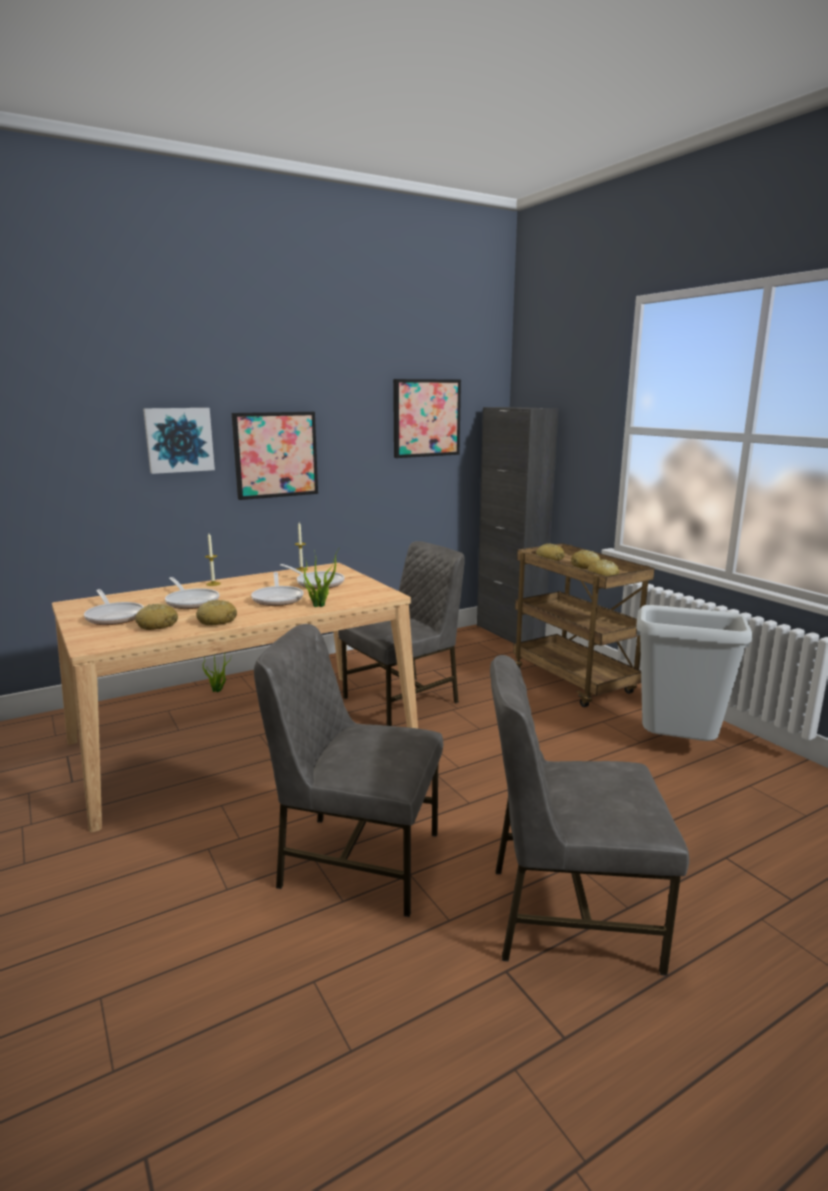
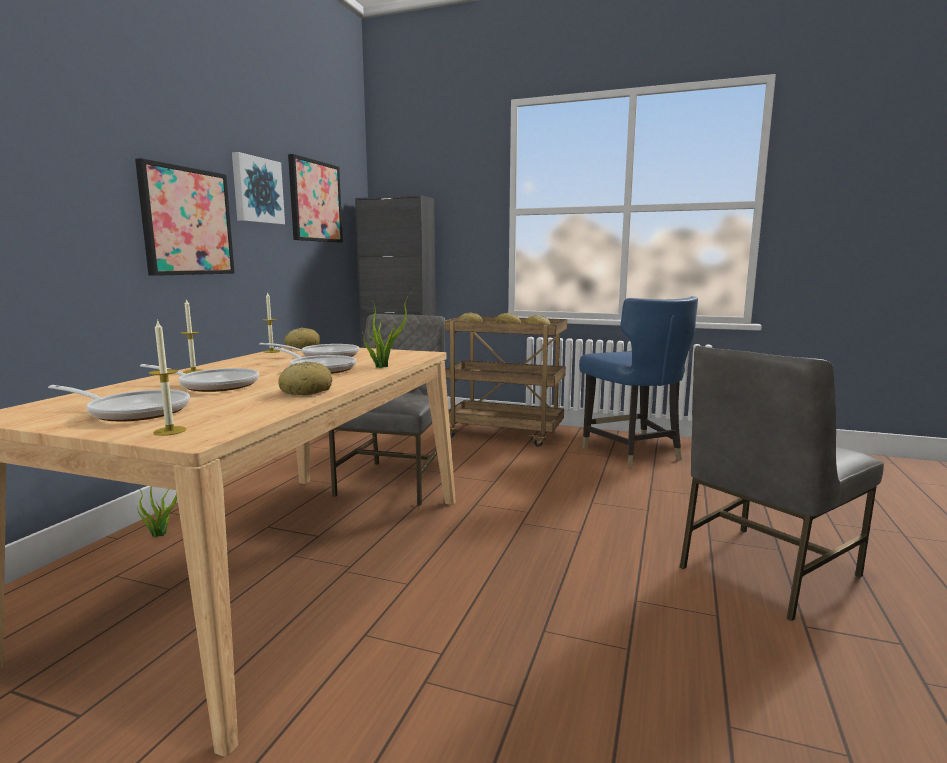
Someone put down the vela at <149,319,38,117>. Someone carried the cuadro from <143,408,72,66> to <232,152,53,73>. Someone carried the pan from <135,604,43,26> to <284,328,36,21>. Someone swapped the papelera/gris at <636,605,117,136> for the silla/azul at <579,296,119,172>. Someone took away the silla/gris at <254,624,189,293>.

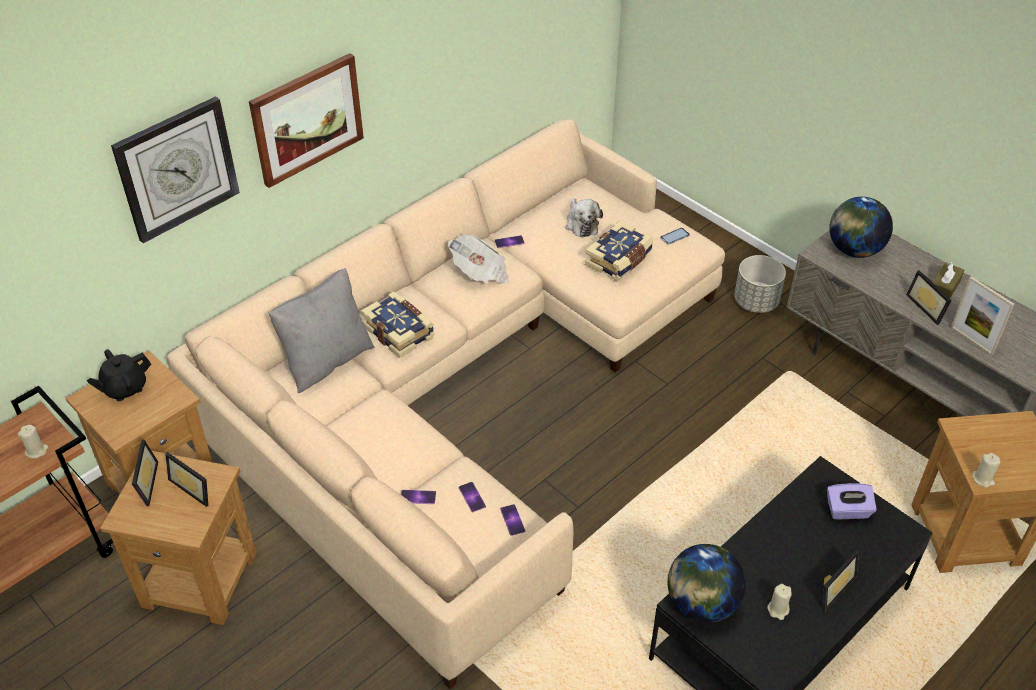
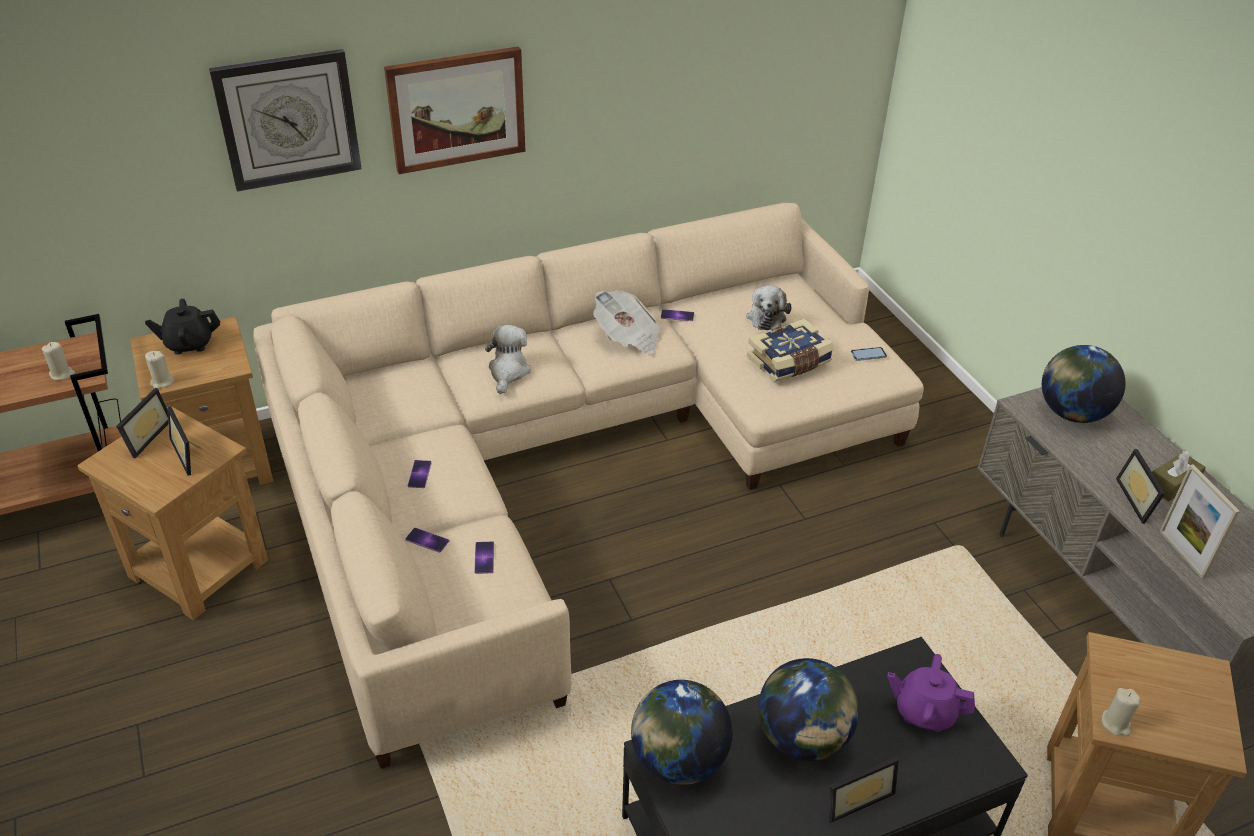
Someone carried the vela/beis from <767,584,25,36> to <145,351,29,38>. Someone carried the móvil from <500,504,25,32> to <408,460,24,28>. Someone swapped the libro at <360,291,75,67> for the peluche at <485,325,46,69>. Someone put down the globo terráqueo at <758,658,101,103>. Someone swapped the caja de pañuelos/morado at <827,483,50,36> for the tetera/morado at <887,654,88,78>. Someone took away the cojín/gris at <269,268,106,125>. Someone took away the maceta/gris at <734,255,52,58>.

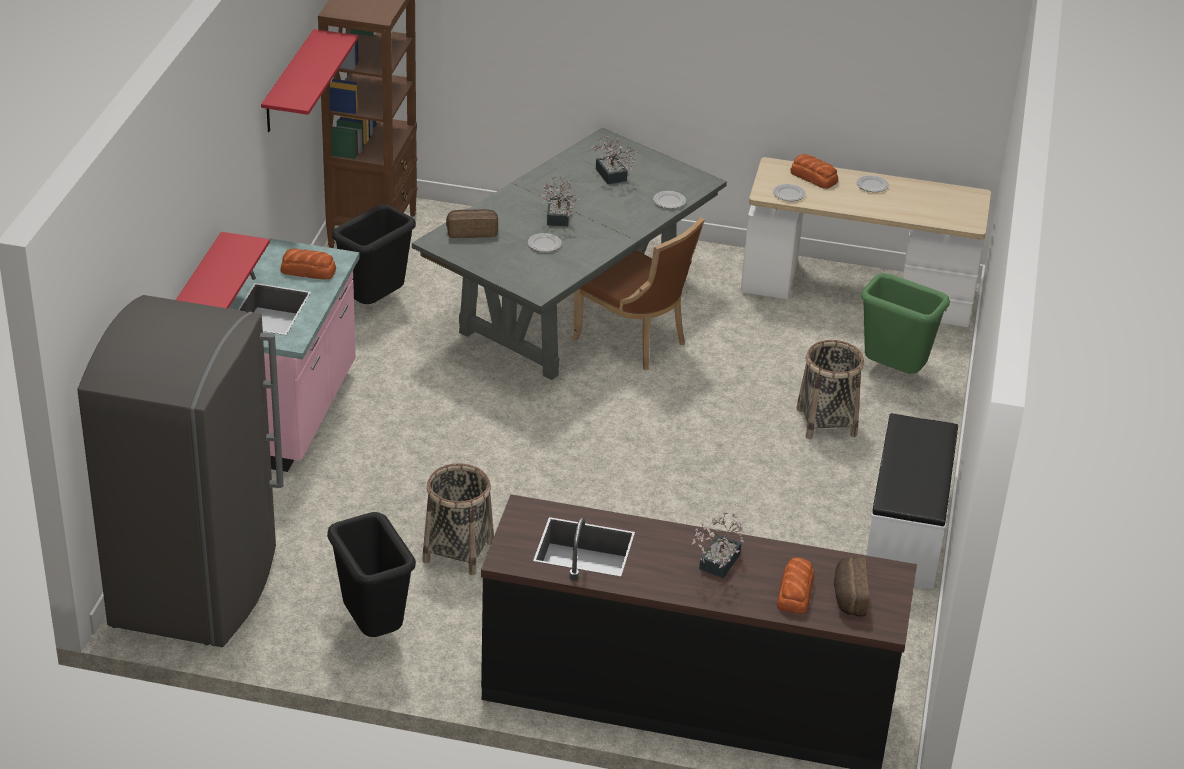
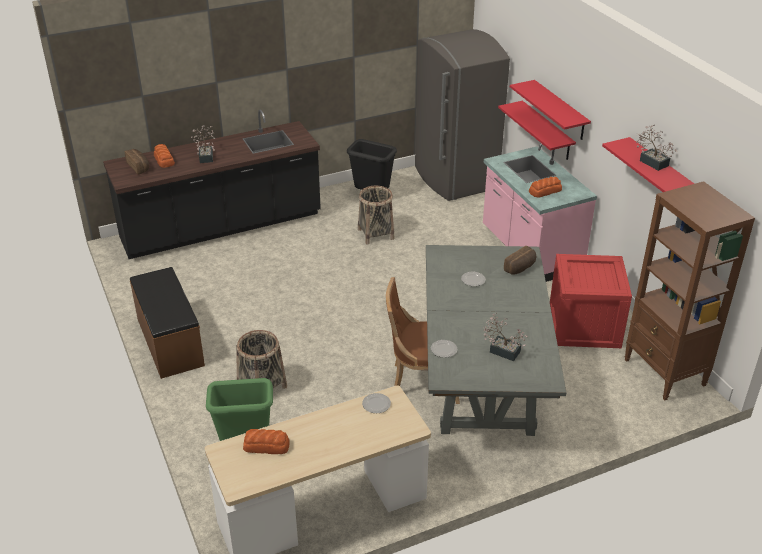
Someone repainted the banco/blanco at <866,413,92,177>, which became the banco/marrón at <130,267,75,112>. Someone carried the pan from <790,154,48,35> to <243,429,47,25>. Someone put up the estante/rojo at <510,80,81,60>. Someone swapped the papelera/negro at <332,204,84,100> for the caja de embalaje at <550,254,82,94>. Someone carried the planta en maceta from <541,176,38,50> to <636,125,41,46>. Someone took away the plato at <856,175,33,17>.

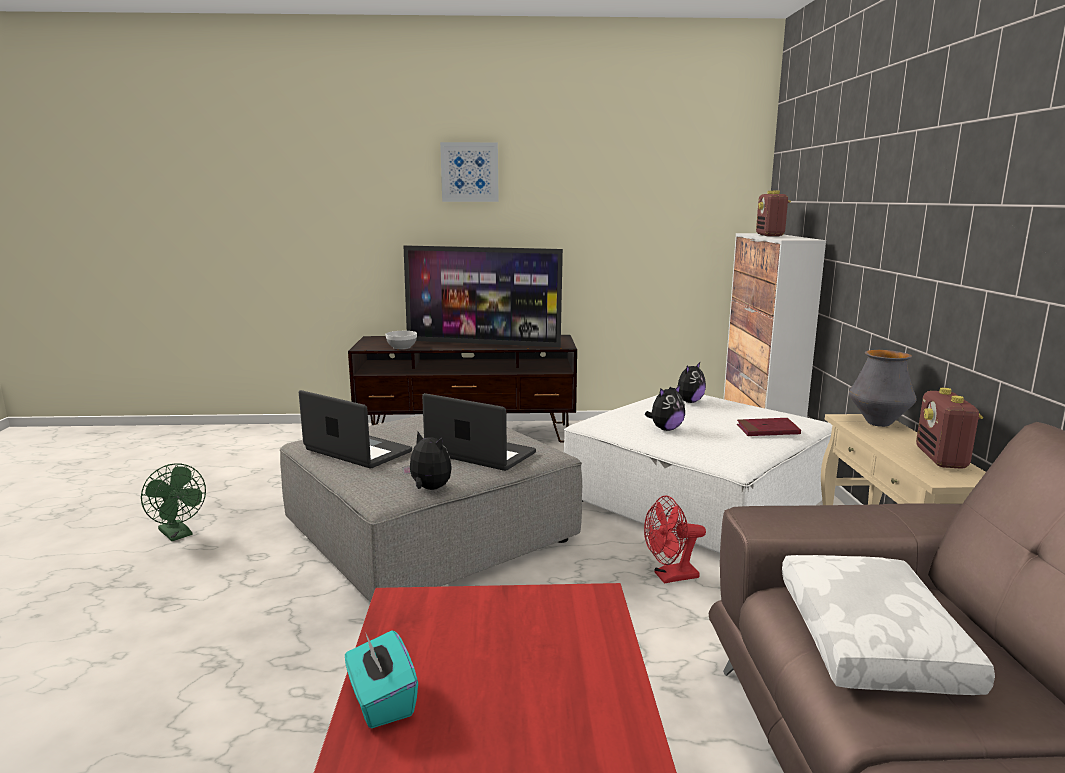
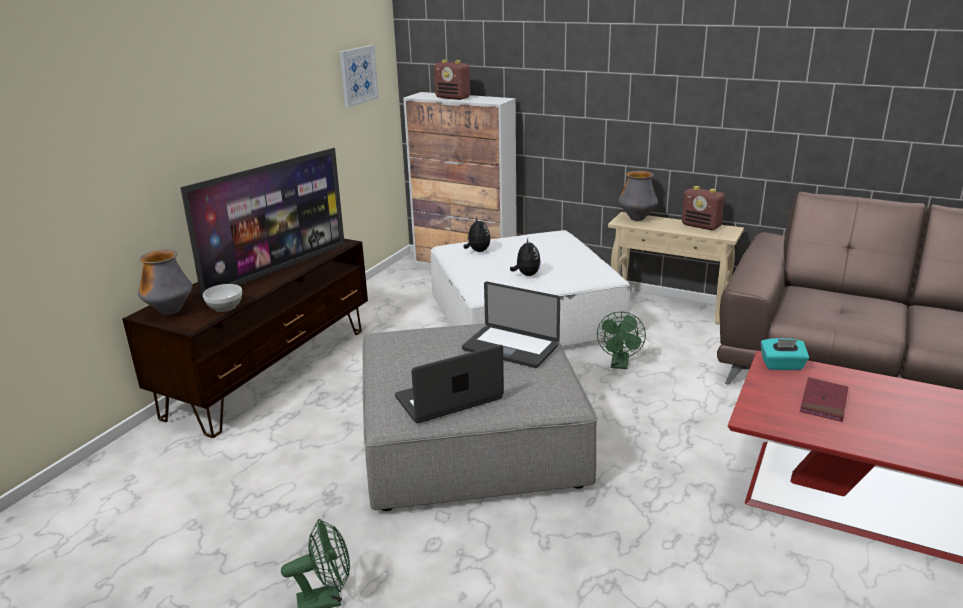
Someone put down the florero at <138,250,54,65>. Someone carried the cuadro from <440,142,59,60> to <340,45,39,63>. Someone rotated the portátil at <422,393,114,78> by 120 degrees counterclockwise. Someone repainted the ventilador/rojo at <644,495,62,89>, which became the ventilador/verde at <597,311,49,58>. Someone carried the caja de pañuelos/turquesa from <345,630,73,99> to <761,338,48,32>. Someone carried the libro/rojo from <737,418,64,18> to <800,377,48,45>. Someone took away the peluche at <402,432,50,58>. Someone took away the cojín/blanco at <782,555,213,140>.

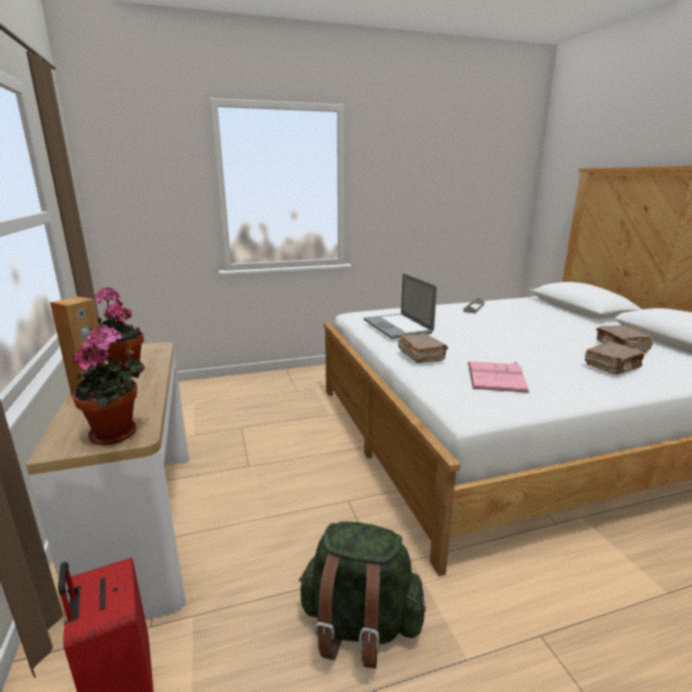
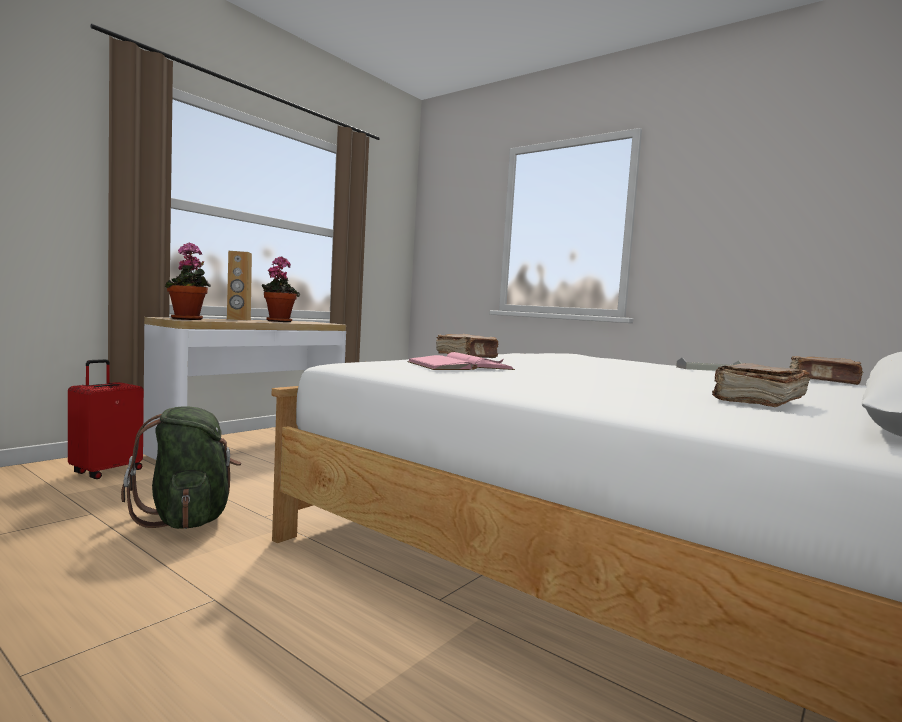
Someone carried the libro/marrón from <585,342,59,32> to <790,356,74,29>. Someone took away the portátil at <364,273,73,66>.

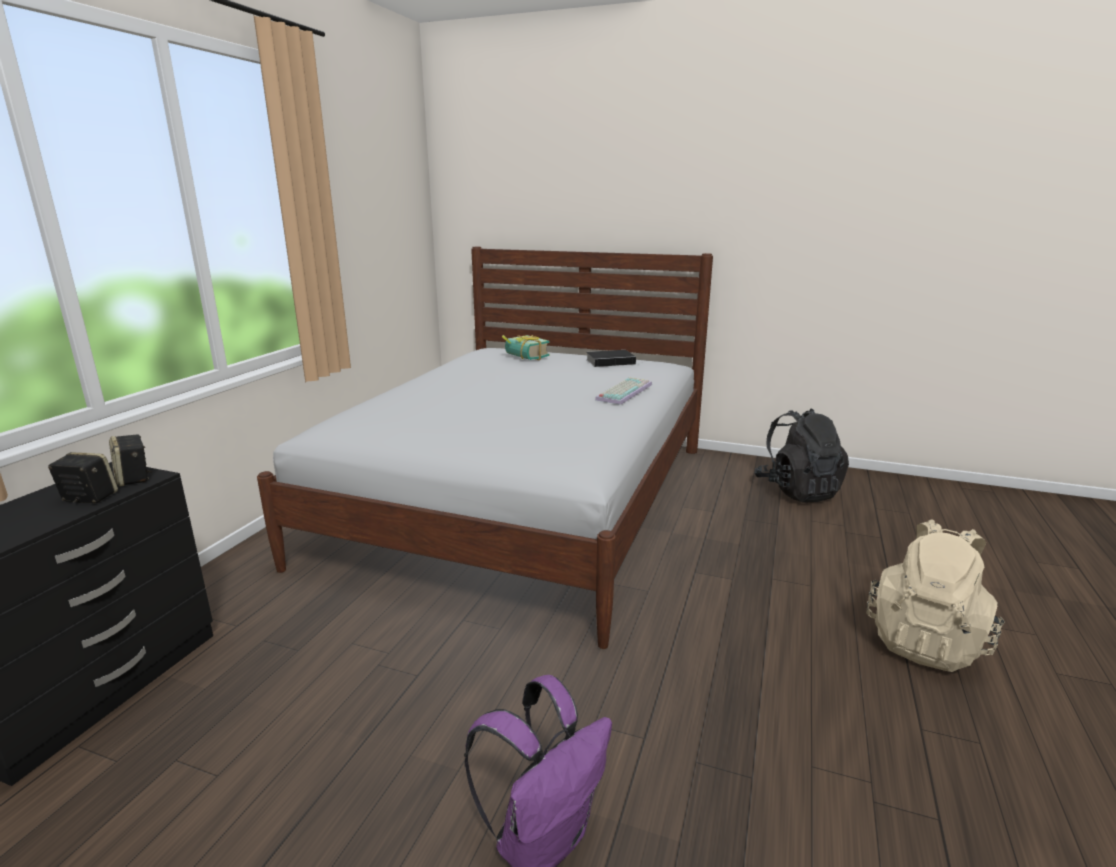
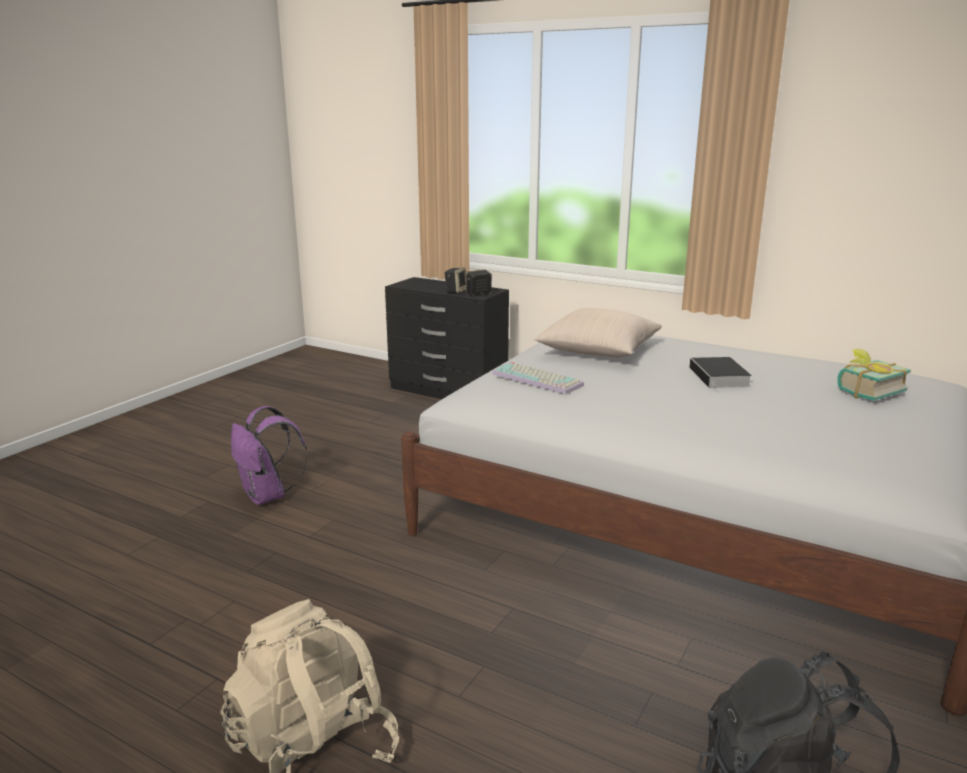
Someone carried the teclado from <595,377,57,28> to <492,362,92,33>. Someone put down the cojín/beis at <534,308,128,50>. Someone carried the libro from <586,350,51,17> to <689,357,63,34>.

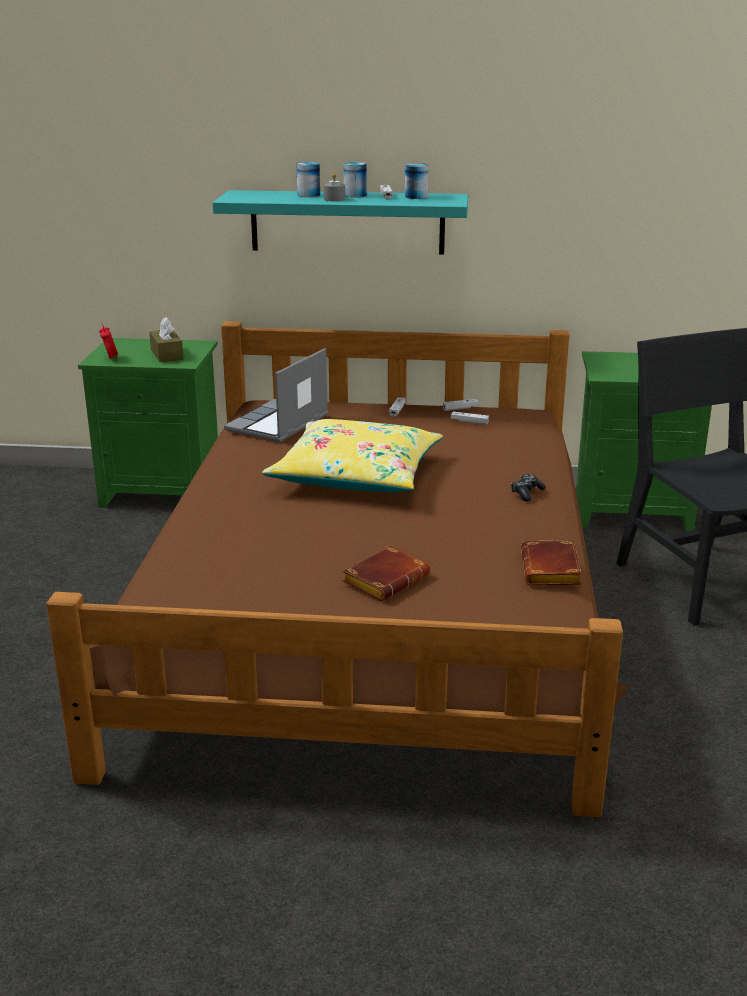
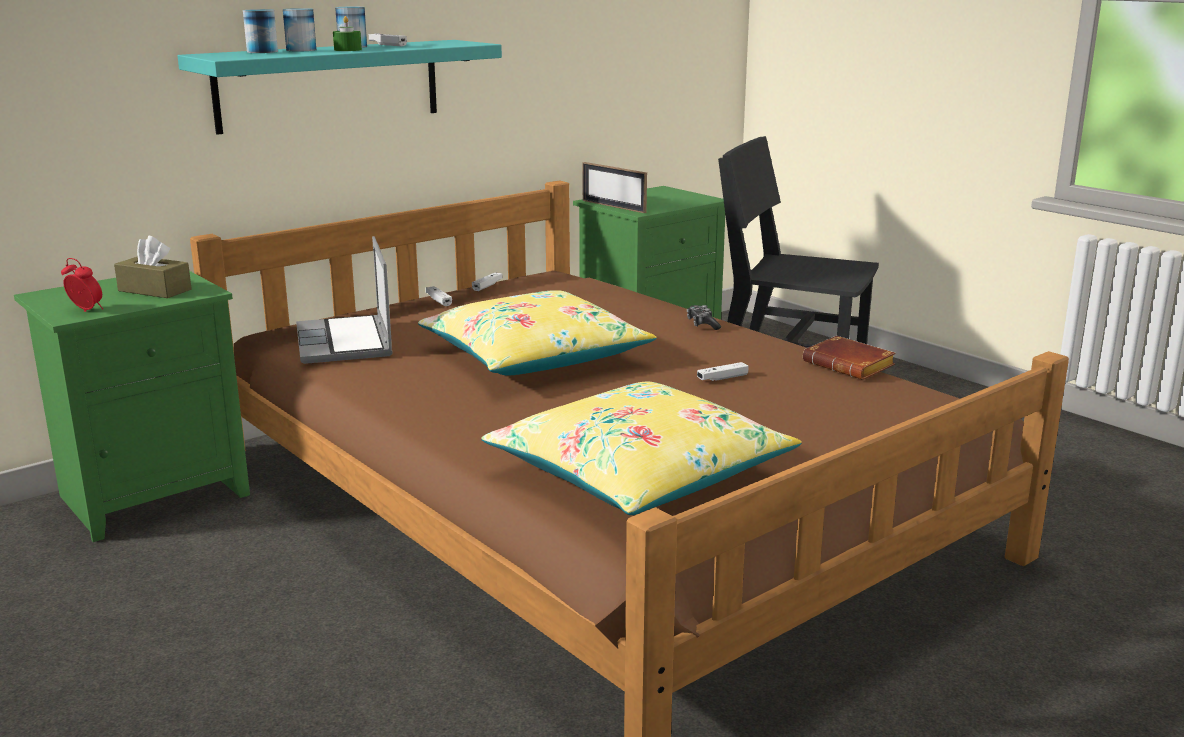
Someone carried the lata from <405,163,23,36> to <243,9,35,44>. Someone repainted the vela/gris at <324,173,21,28>, which became the vela/verde at <333,16,29,35>. Someone put down the cojín/amarillo at <482,382,320,133>. Someone put down the portarretratos at <583,162,64,51>. Someone carried the mando de consola/blanco from <451,412,38,13> to <697,362,52,19>. Someone took away the libro/marrón at <342,546,88,55>.

